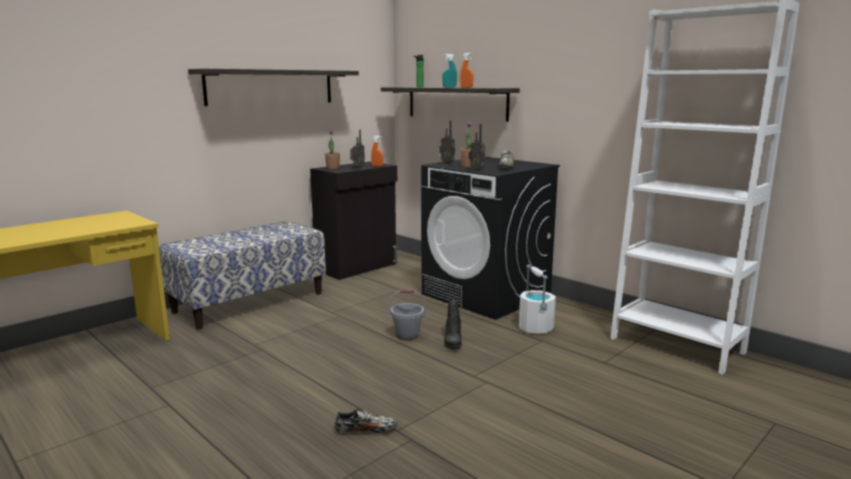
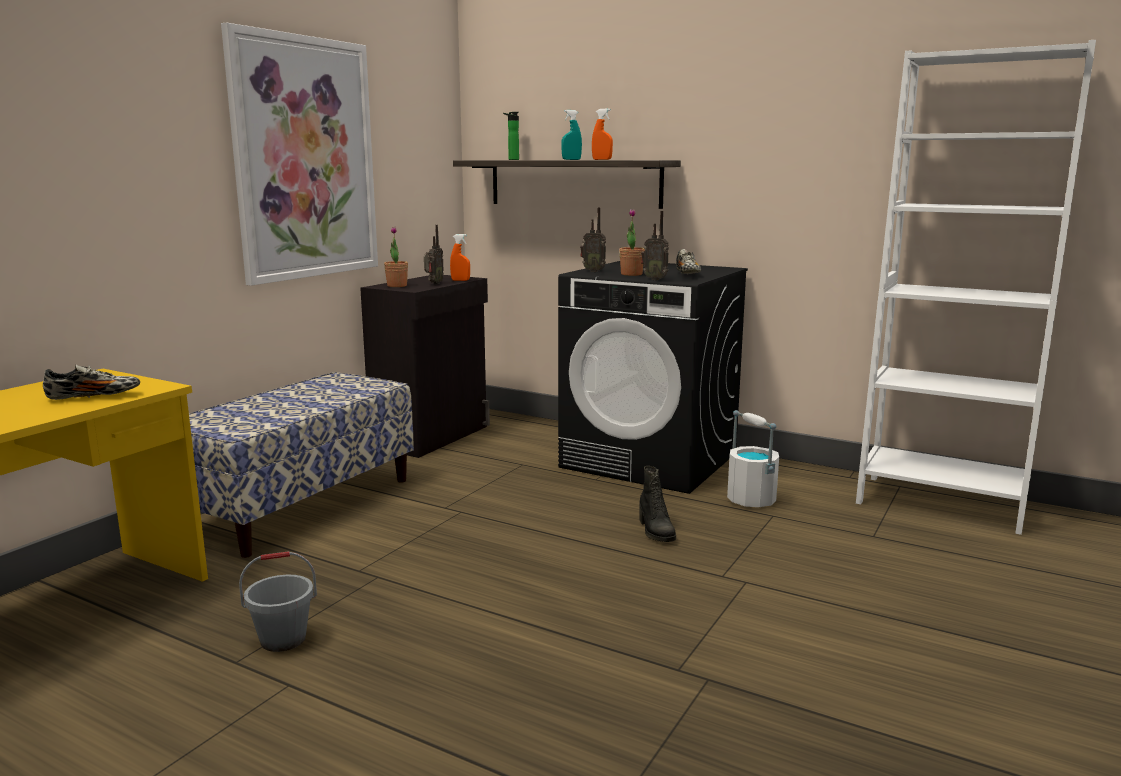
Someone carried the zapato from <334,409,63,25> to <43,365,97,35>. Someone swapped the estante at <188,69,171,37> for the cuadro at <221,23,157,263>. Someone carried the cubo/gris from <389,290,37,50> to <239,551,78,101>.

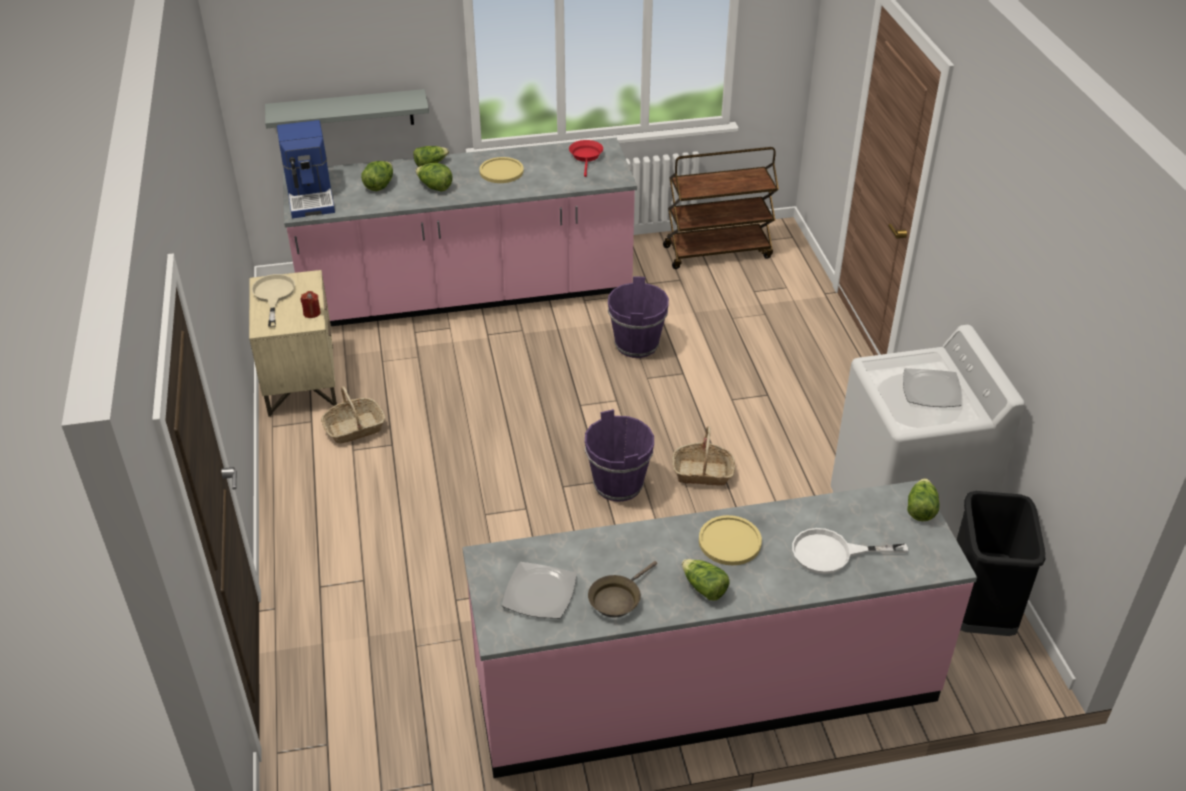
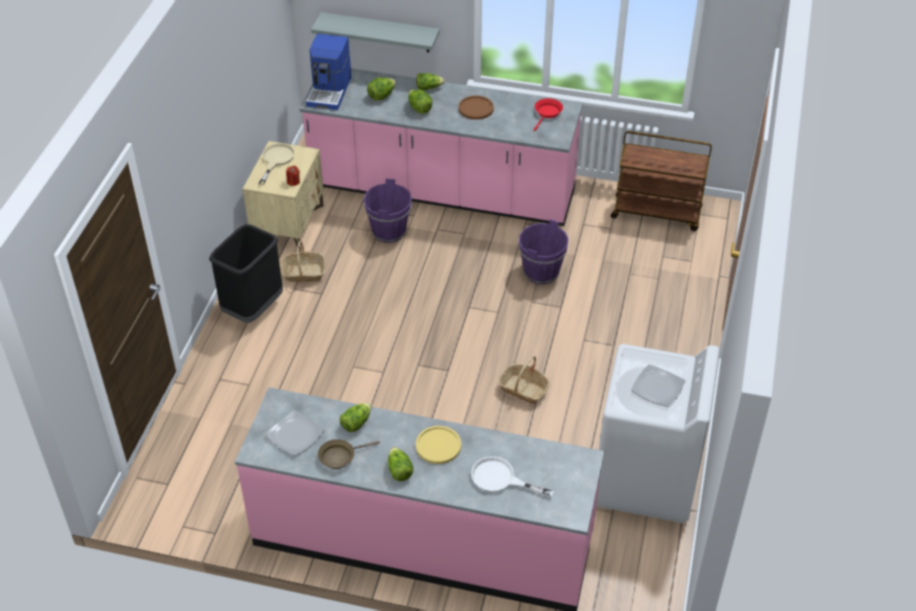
Someone carried the papelera/negro from <957,491,88,145> to <209,224,74,99>. Someone carried the lechuga from <907,478,32,43> to <340,403,32,29>. Someone carried the cubo/morado from <585,409,69,93> to <364,179,48,64>. Someone repainted the plato/amarillo at <479,157,45,26>, which became the plato/marrón at <459,96,35,24>.

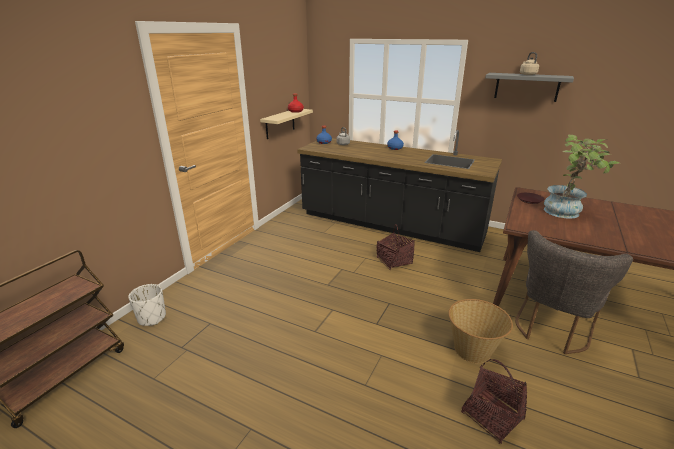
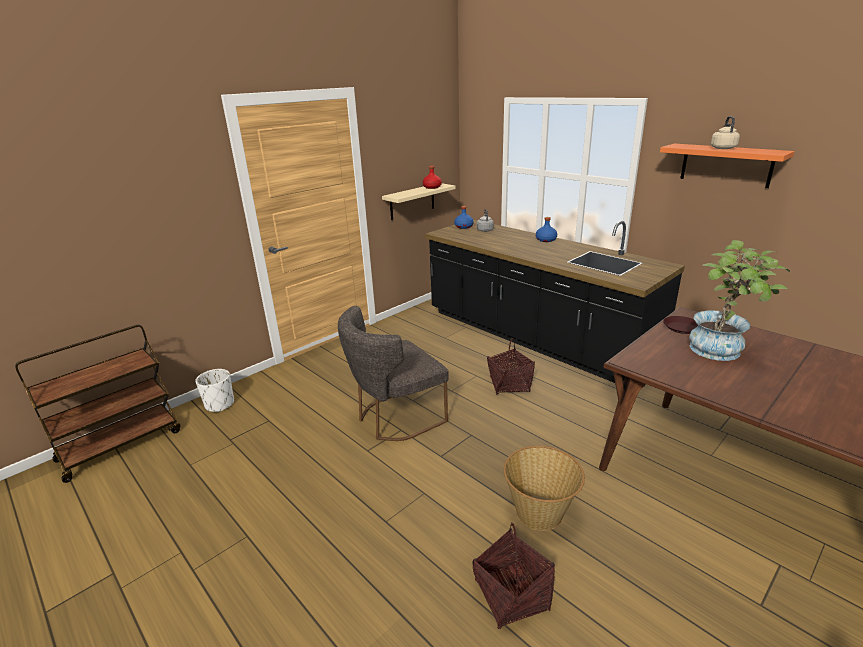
Someone carried the silla/gris from <515,230,118,124> to <338,306,111,135>. Someone repainted the estante/gris at <485,73,89,29>, which became the estante/naranja at <660,144,135,44>.

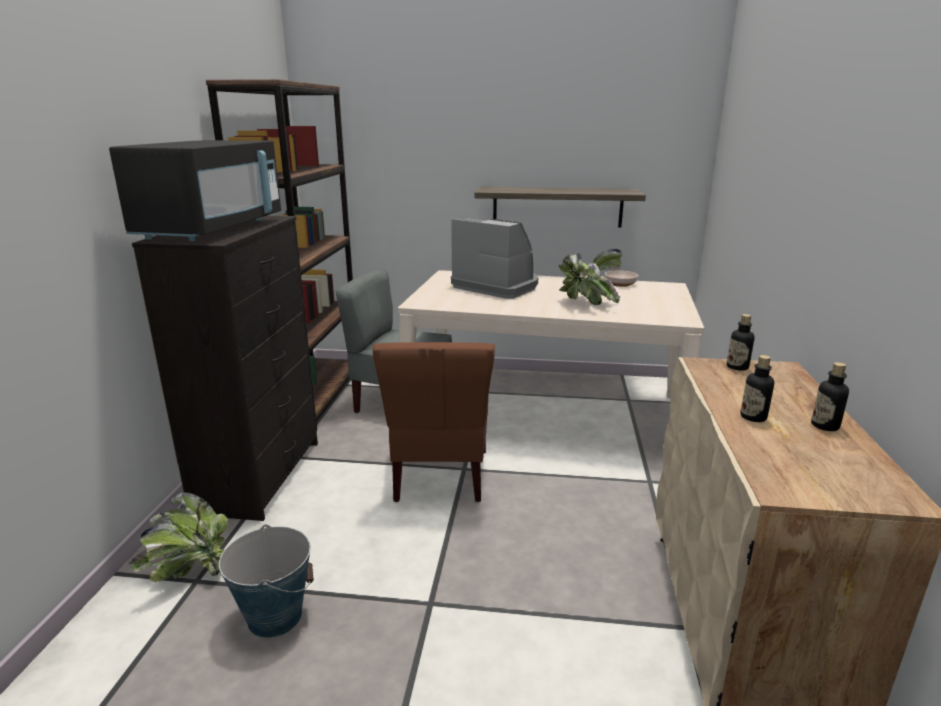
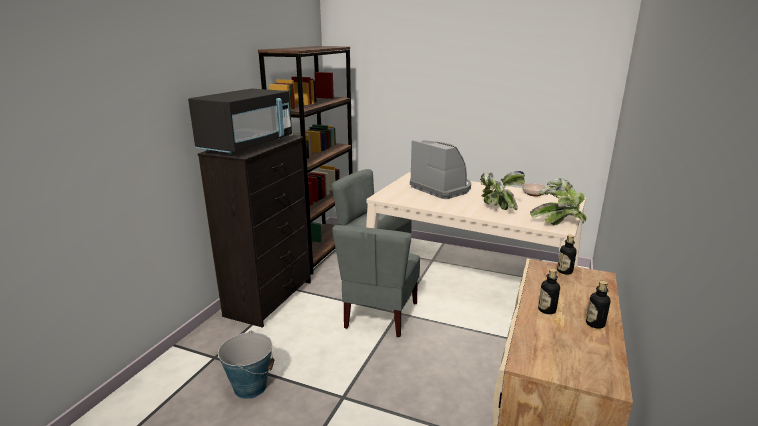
Someone repainted the silla/marrón at <372,342,123,160>, which became the silla/gris at <332,225,88,112>. Someone carried the planta en maceta from <128,492,100,90> to <530,178,57,47>. Someone took away the estante at <475,187,171,41>.

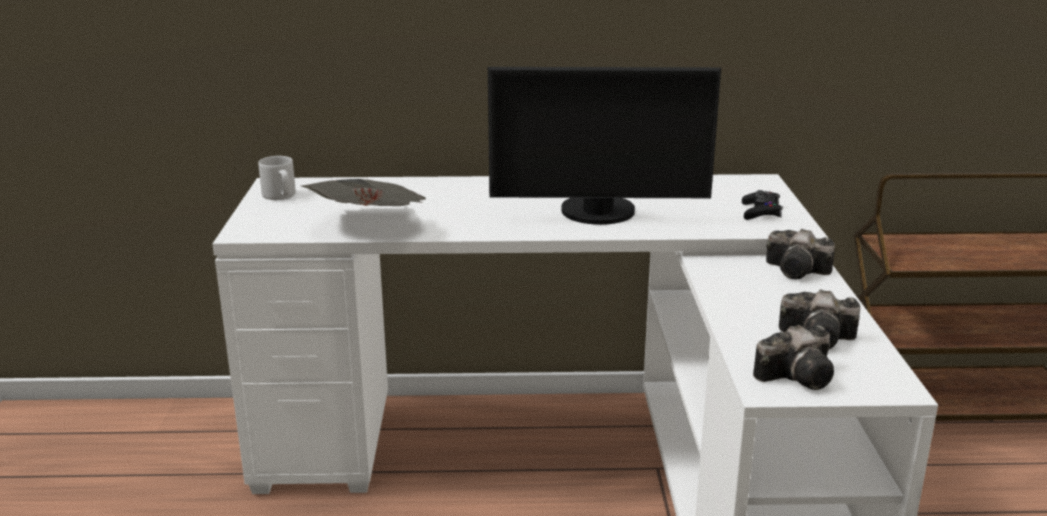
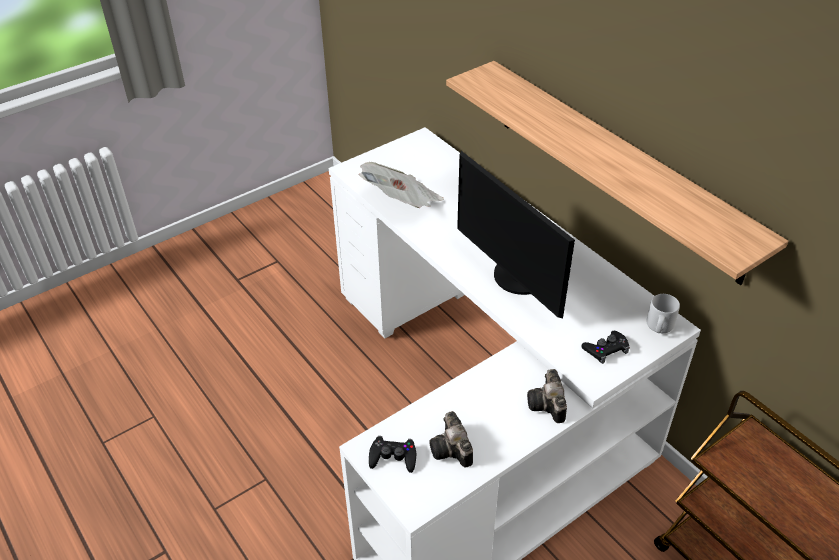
Someone swapped the cámara at <753,325,81,65> for the mando de consola/negro at <369,436,47,37>. Someone put up the estante at <446,61,342,224>. Someone carried the taza grande/gris from <258,156,38,44> to <647,294,33,39>.

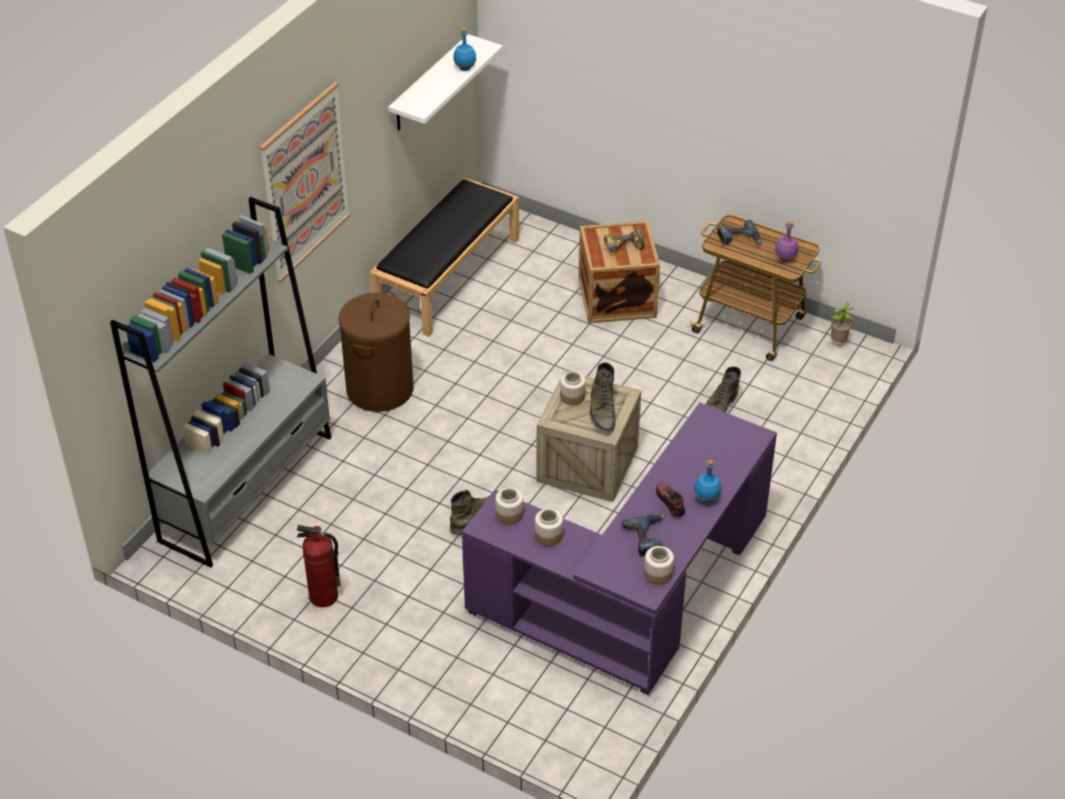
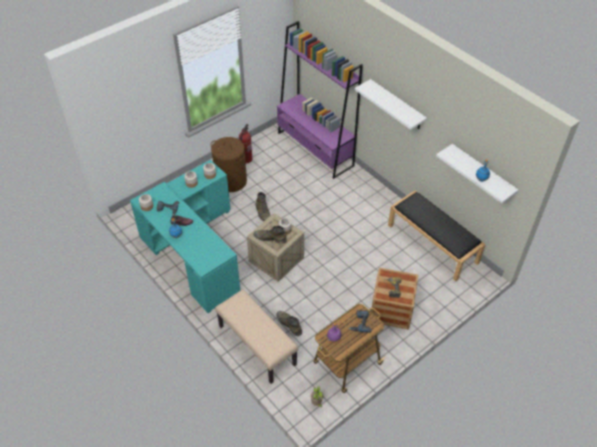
Someone repainted the escritorio/morado at <462,402,315,293>, which became the escritorio/turquesa at <130,160,110,153>. Someone carried the cesto de la ropa/marrón from <339,291,75,121> to <211,137,36,55>. Someone put down the banco/beis at <215,289,83,95>. Someone repainted the estantería/gris at <110,197,222,370>, which became the estantería/morado at <277,21,86,158>. Someone swapped the cuadro at <260,82,90,201> for the estante/blanco at <355,79,72,51>.

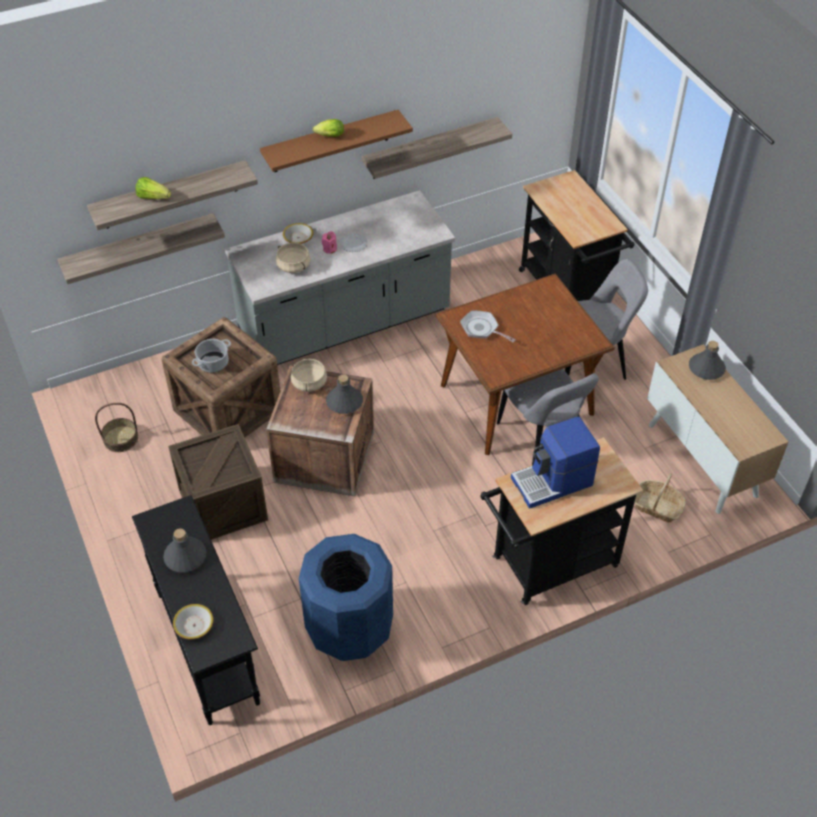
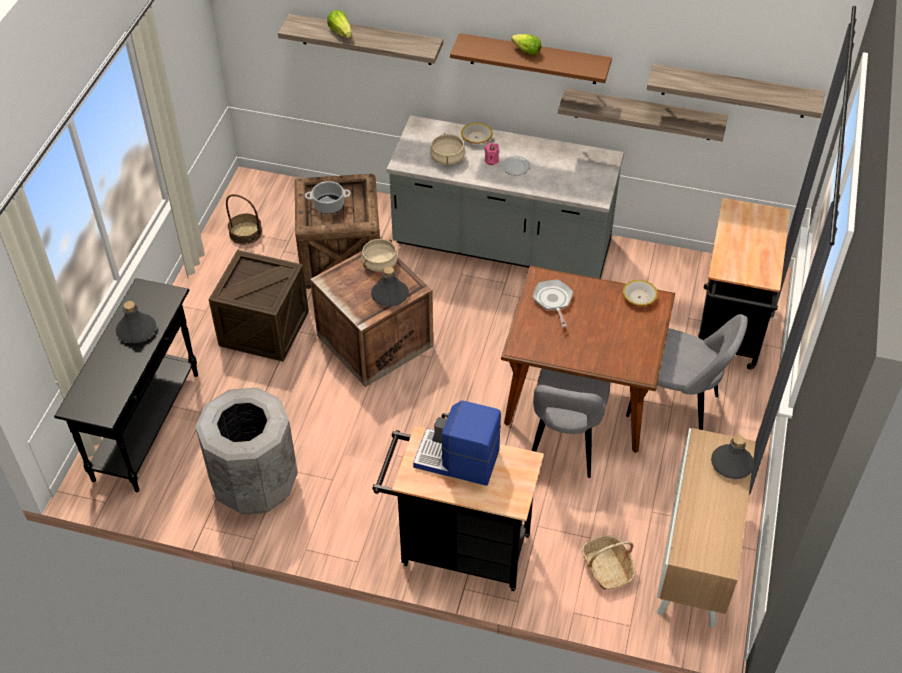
Someone repainted the papelera/azul at <299,534,94,127>, which became the papelera/gris at <196,388,102,127>. Someone carried the cuenco from <173,604,40,35> to <623,280,35,26>. Someone carried the estante from <58,213,167,71> to <647,64,178,54>.

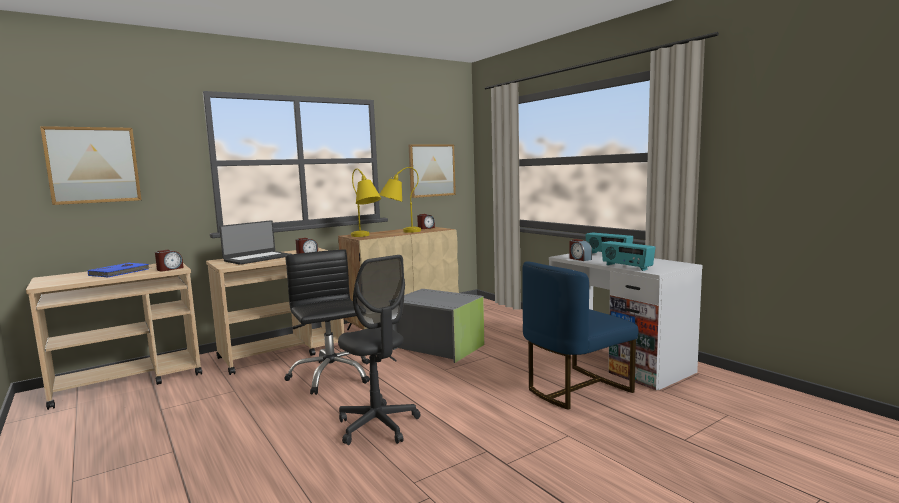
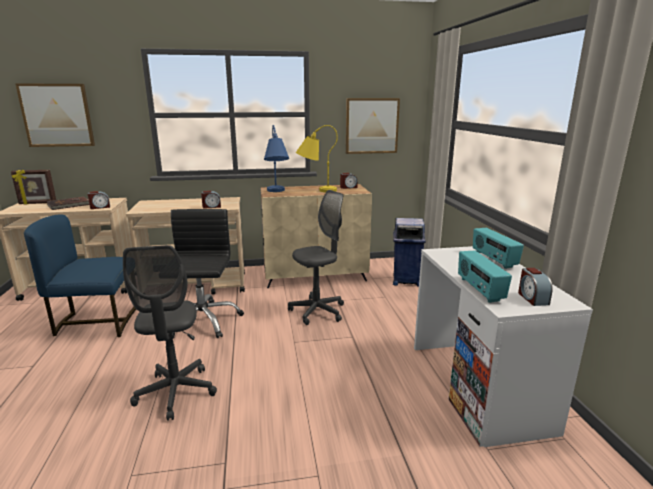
Someone put down the portarretratos at <11,170,45,34>. Someone carried the silla/azul from <522,261,116,149> to <24,214,113,123>. Someone repainted the libro/azul at <88,263,63,14>, which became the libro/marrón at <47,197,42,13>. Someone repainted the lámpara de mesa/amarillo at <351,169,30,68>, which became the lámpara de mesa/azul at <264,125,25,67>. Someone swapped the caja de almacenaje/gris at <392,289,92,74> for the silla de oficina/gris at <288,190,56,135>. Someone put down the papelera/azul at <393,218,33,69>. Someone carried the despertador from <570,239,22,22> to <518,268,35,38>. Someone took away the portátil at <219,220,73,45>.

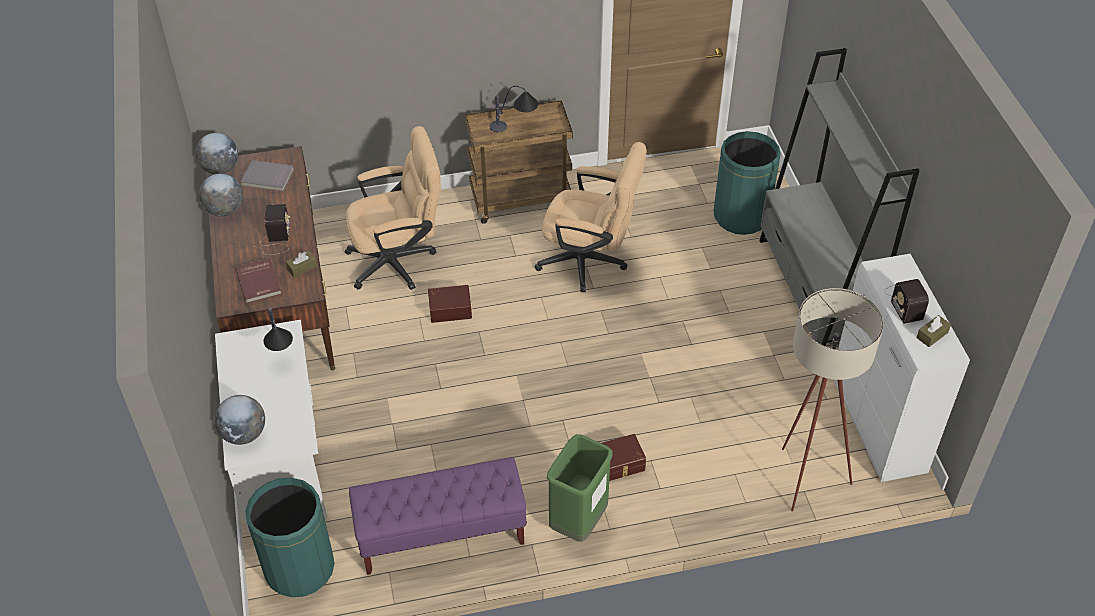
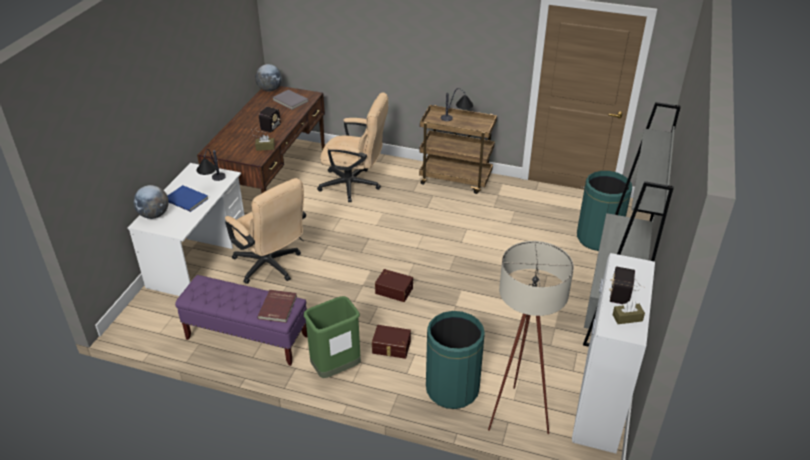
Someone put down the libro/azul at <168,185,40,27>. Someone carried the silla de oficina/beis from <535,142,112,150> to <225,178,81,106>. Someone carried the libro/rojo from <235,258,46,45> to <257,290,40,33>. Someone carried the caja de almacenaje/marrón from <428,285,44,38> to <375,269,38,33>. Someone carried the papelera/verde from <245,478,90,119> to <426,311,59,98>. Someone took away the globo terráqueo at <199,174,44,43>.

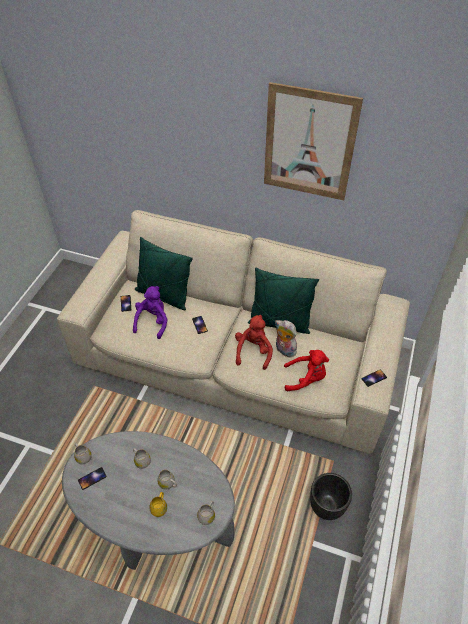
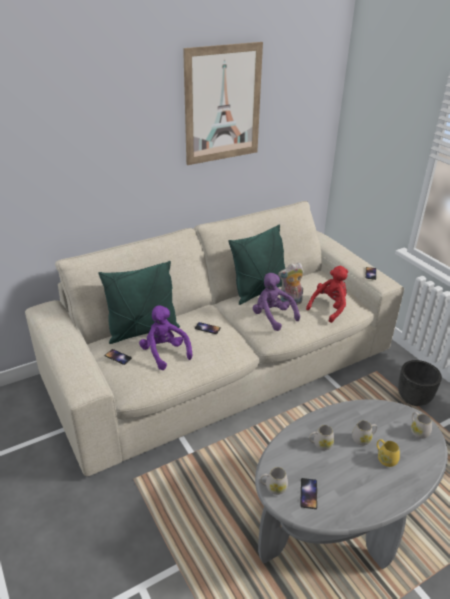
Someone repainted the peluche/rojo at <235,315,38,55>, which became the peluche/morado at <253,273,47,58>.

